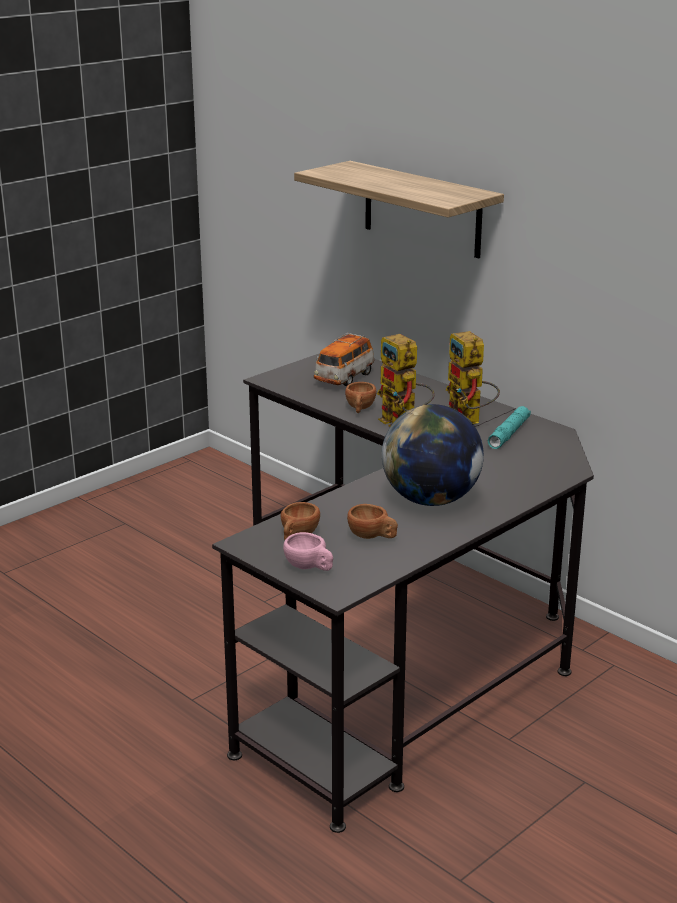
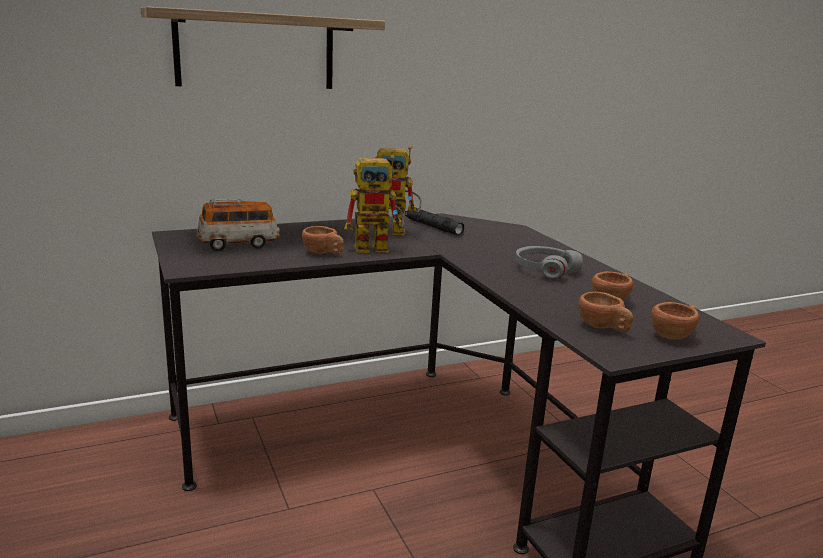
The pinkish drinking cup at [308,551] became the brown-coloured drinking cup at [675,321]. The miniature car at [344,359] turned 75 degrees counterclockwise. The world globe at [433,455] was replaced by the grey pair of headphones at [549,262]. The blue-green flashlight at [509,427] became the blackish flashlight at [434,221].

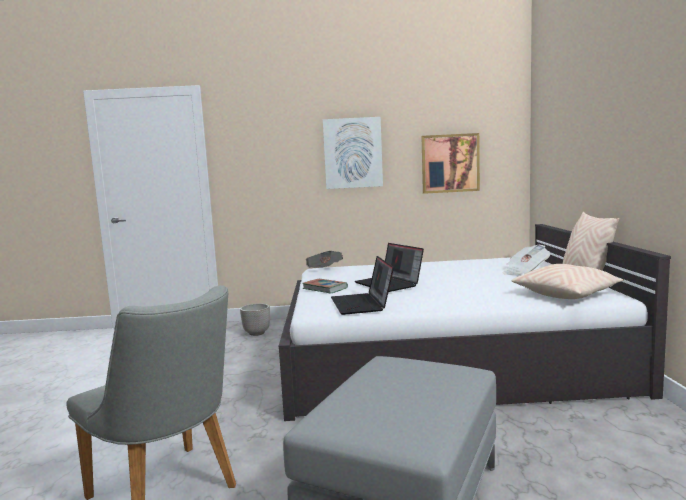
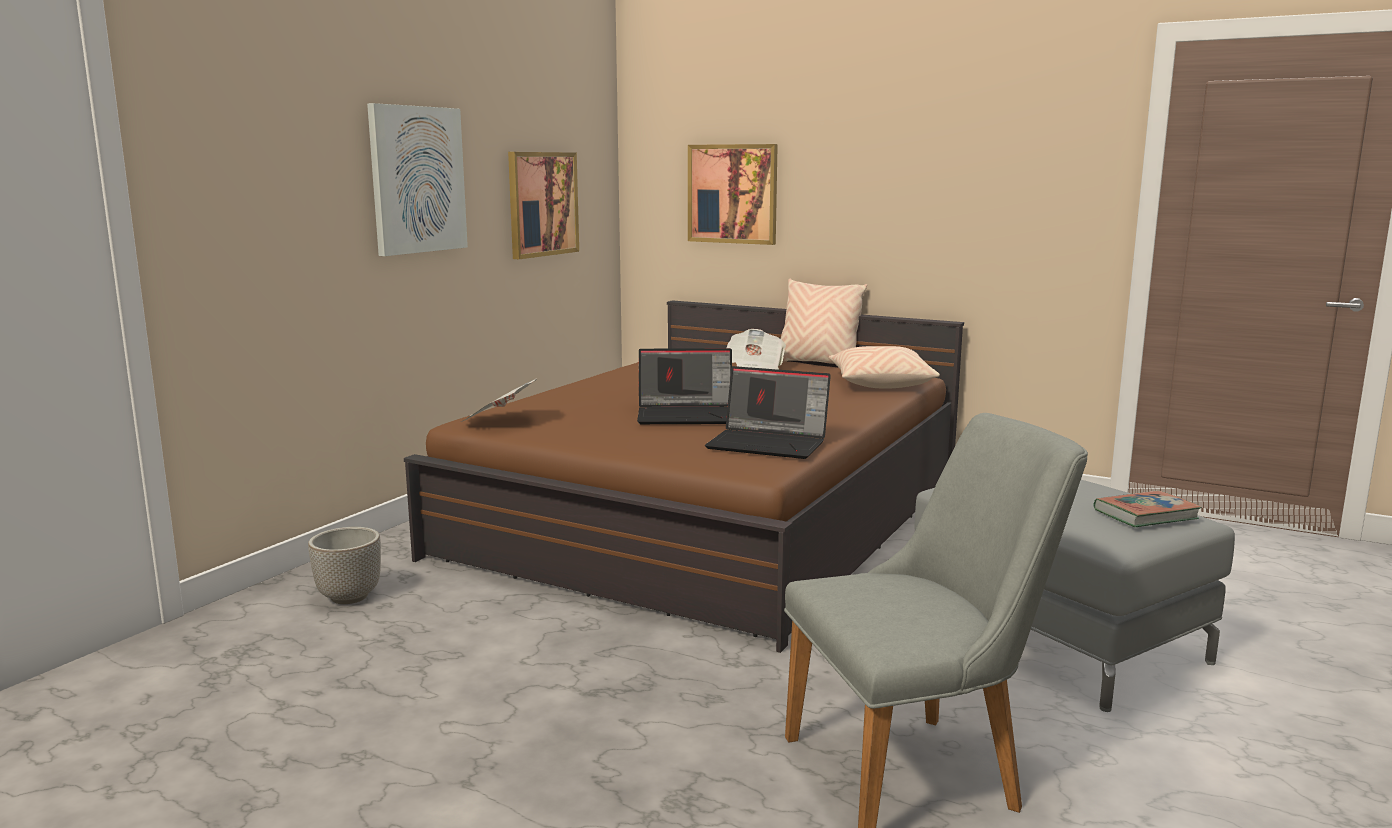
The white bedroom bed at [475,322] became the brown-coloured bedroom bed at [684,476]. The bound book moved from [325,286] to [1147,508]. The picture at [733,194] appeared.

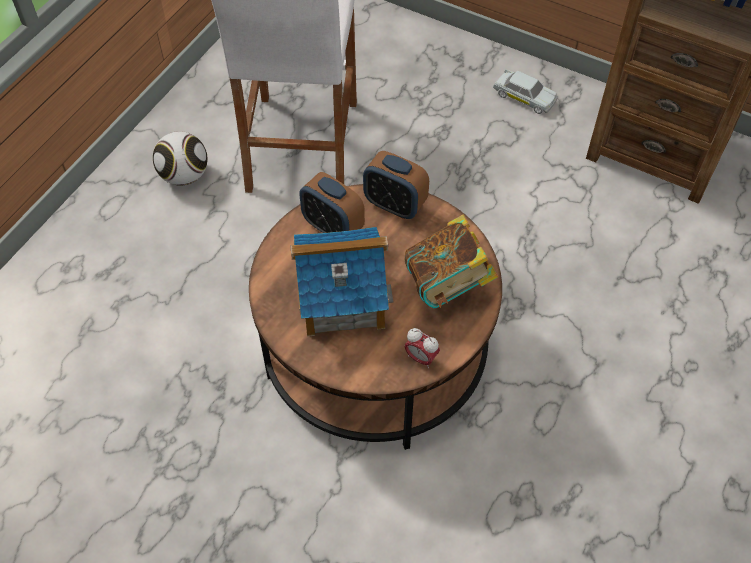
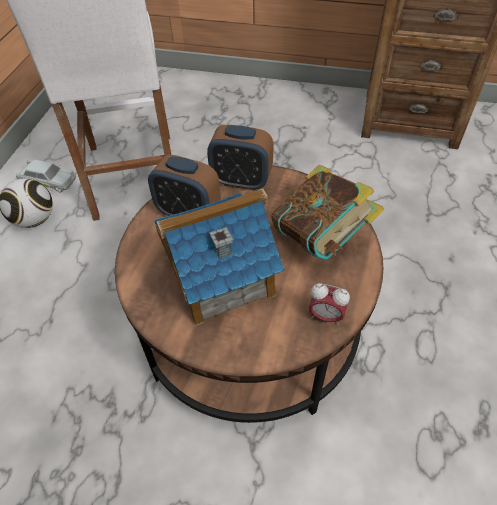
The white miniature car moved from [525,91] to [46,176].

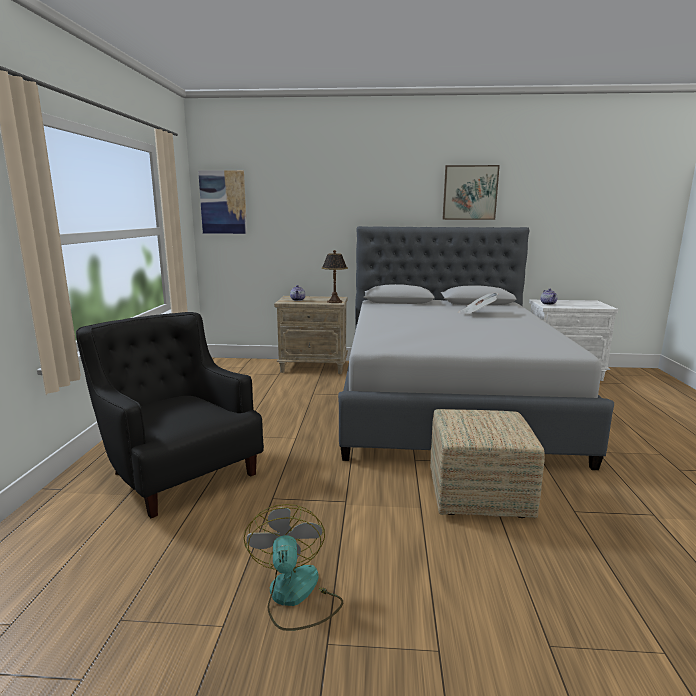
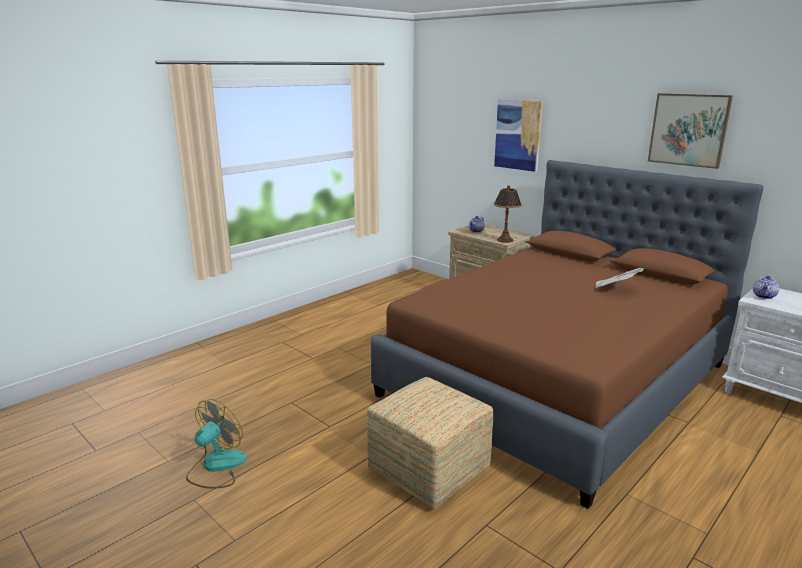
The blackish lounge chair at [170,415] disappeared. The picture moved from [222,202] to [518,135]. The grey bedroom bed at [476,348] became the brown-coloured bedroom bed at [567,334].

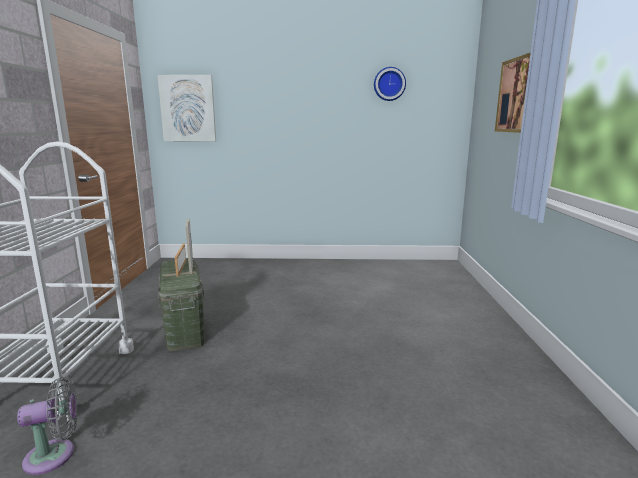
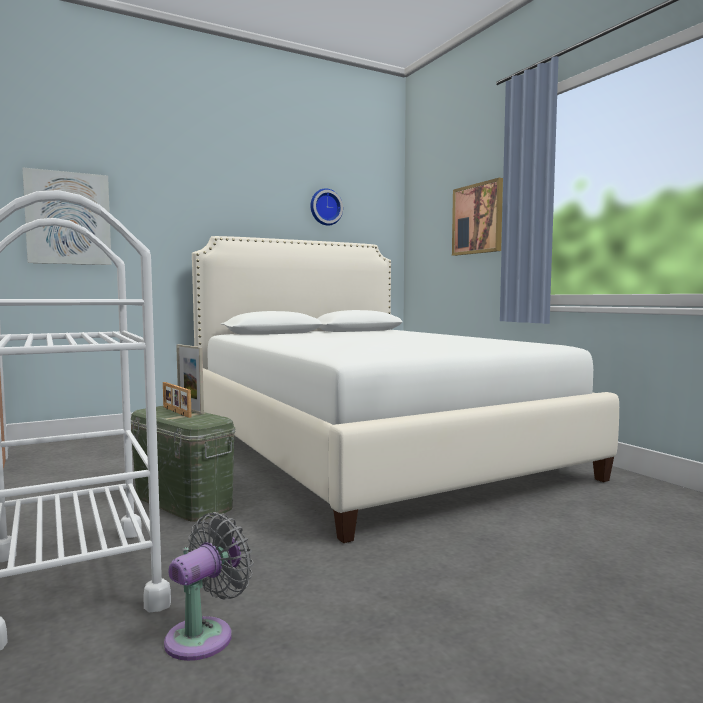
The white bedroom bed at [405,389] appeared.

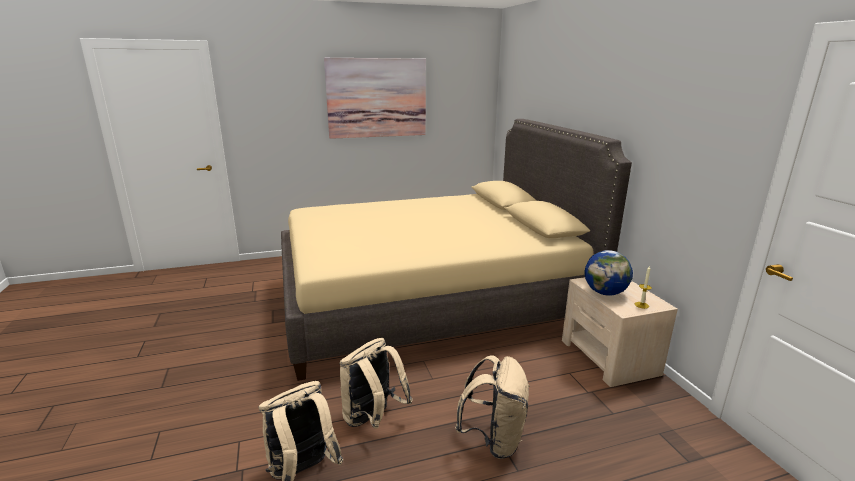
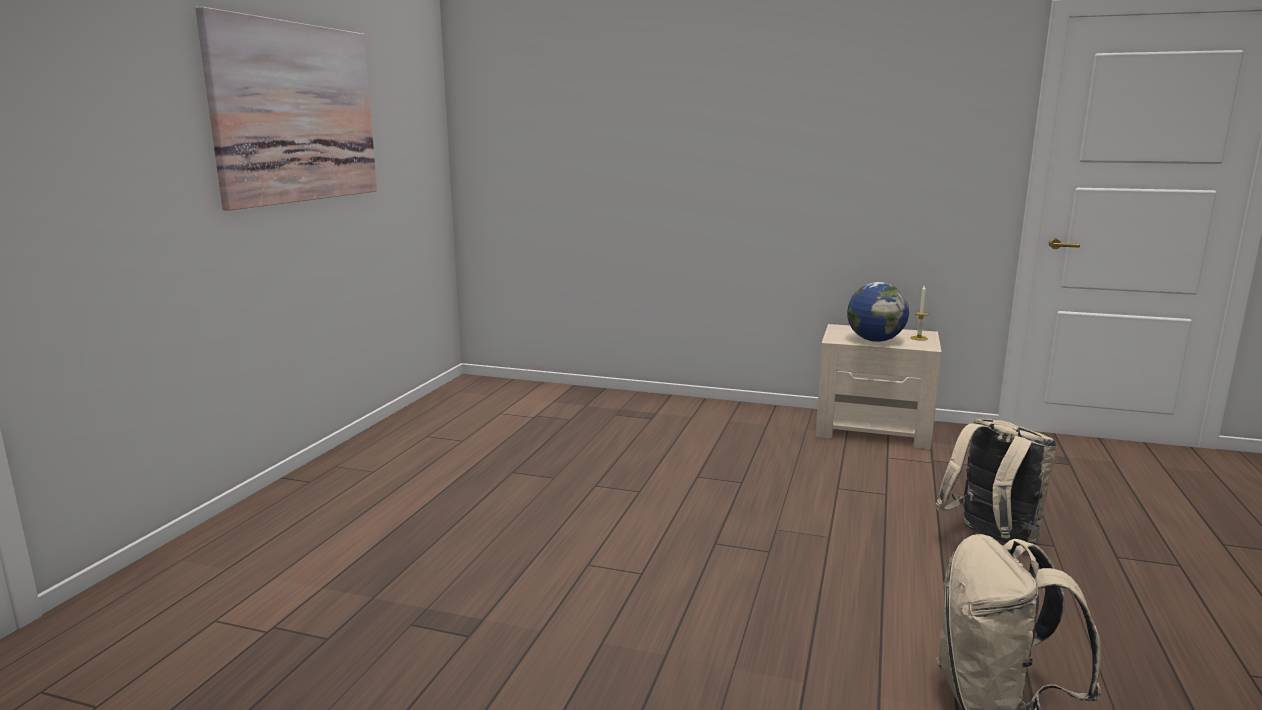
The beige bedroom bed at [456,250] disappeared. The beige rucksack at [376,383] disappeared.

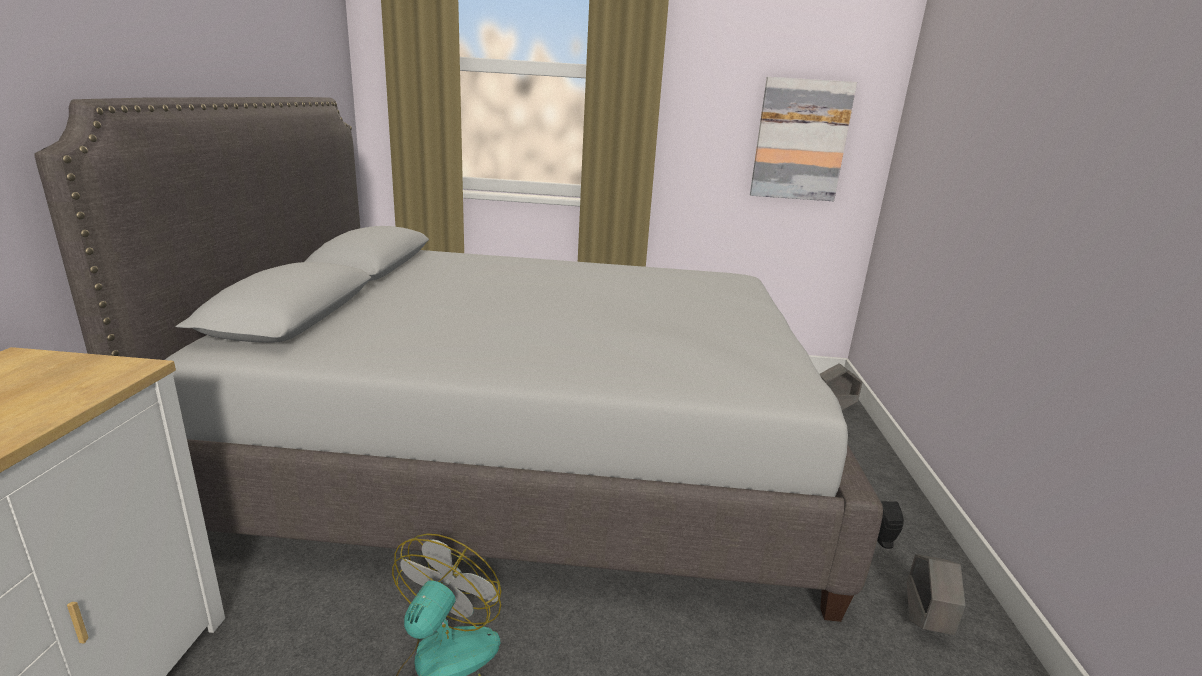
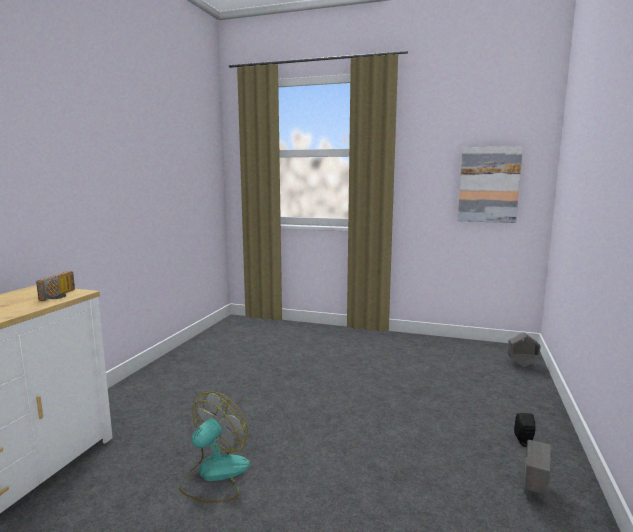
The grey bedroom bed at [458,359] disappeared. The radio at [55,286] appeared.

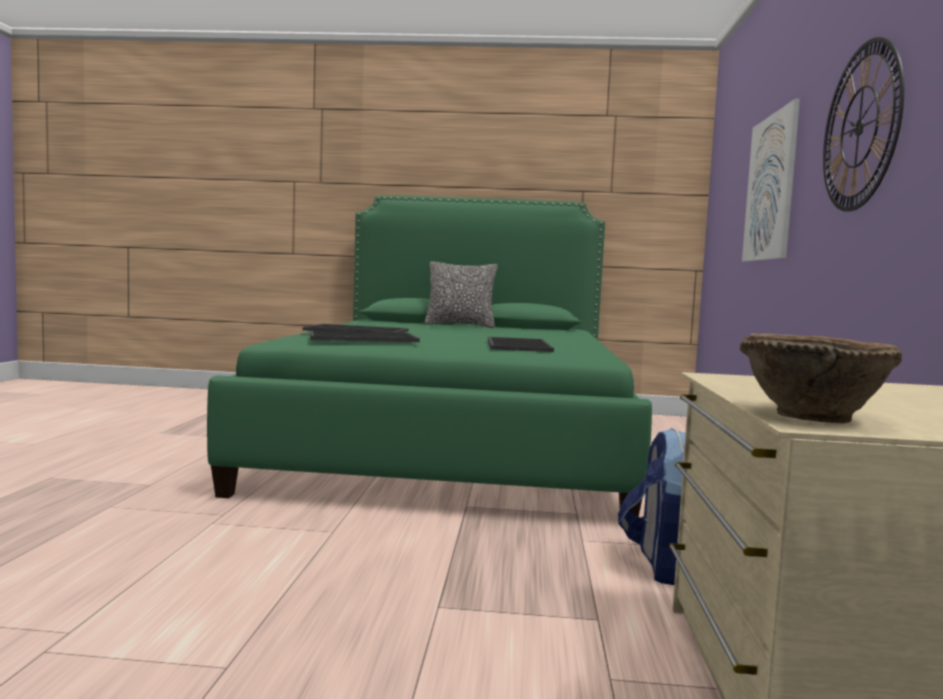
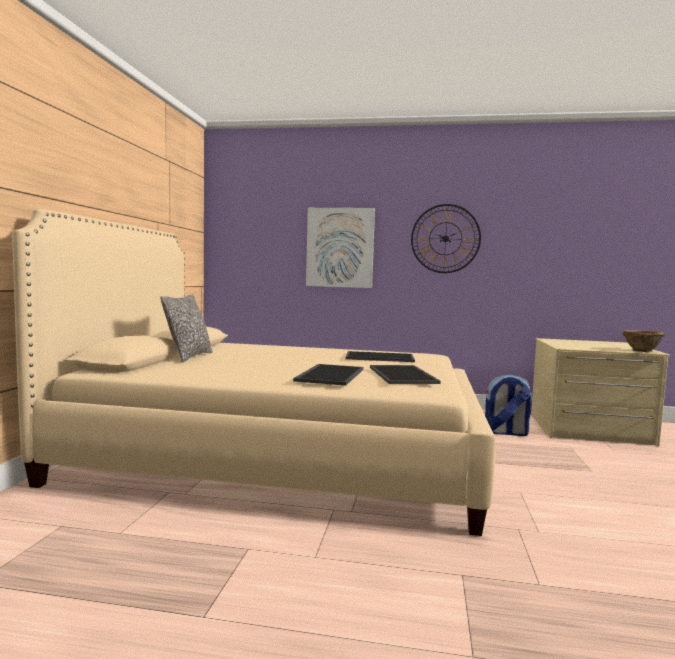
The greenish bedroom bed at [429,356] became the beige bedroom bed at [254,372].

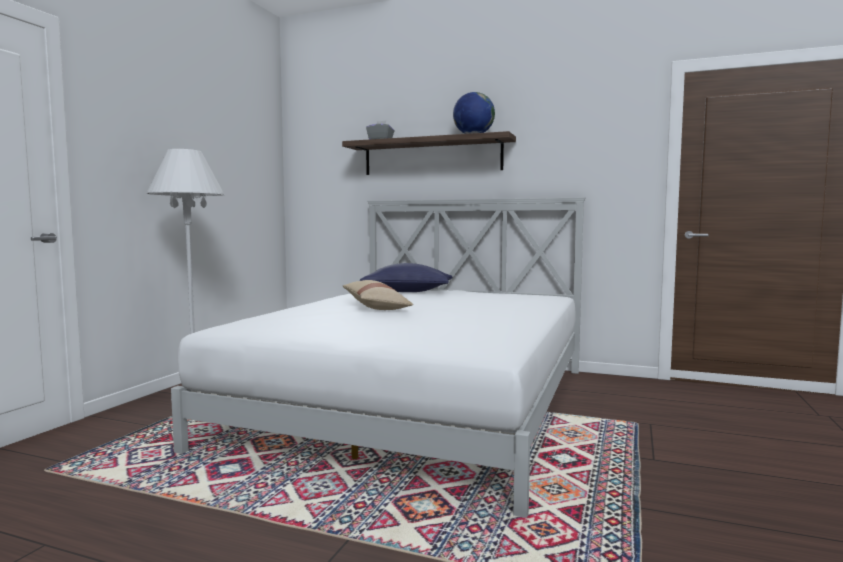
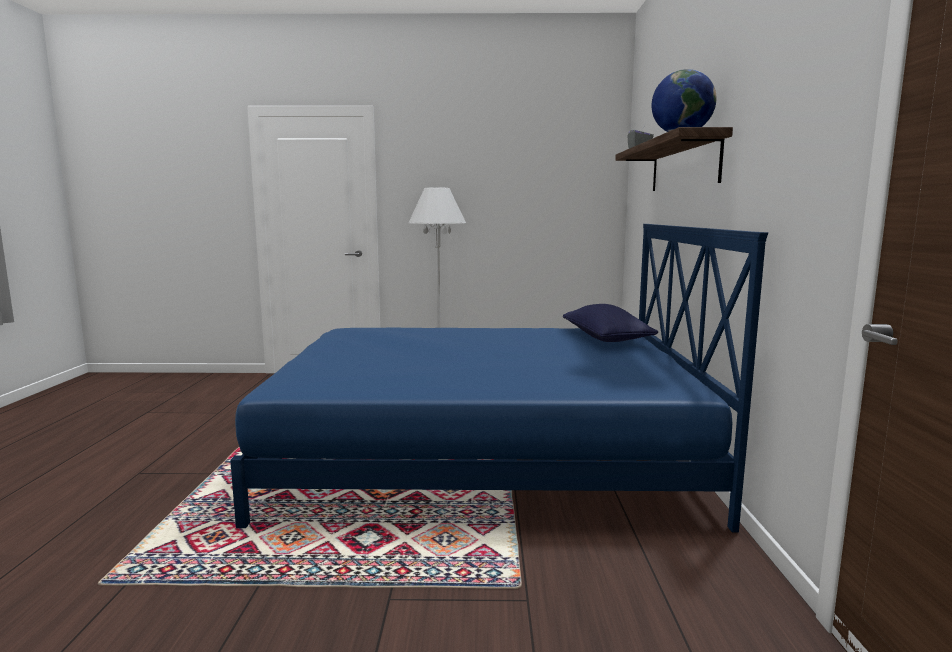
The white bedroom bed at [378,357] became the blue bedroom bed at [499,378]. The beige cushion at [378,295] disappeared.

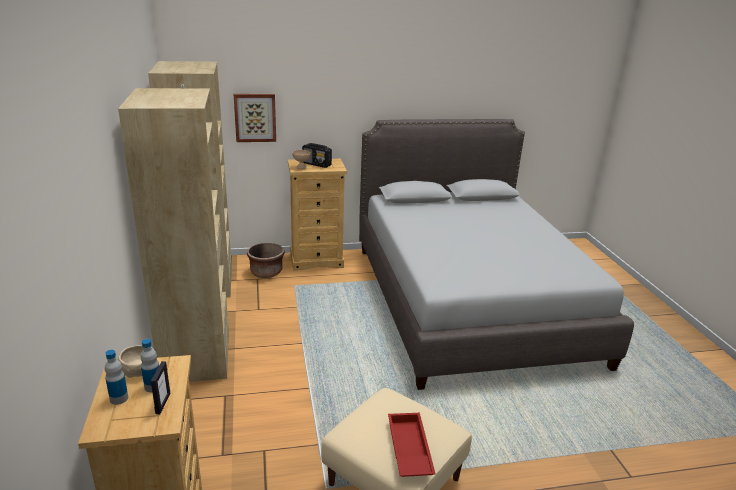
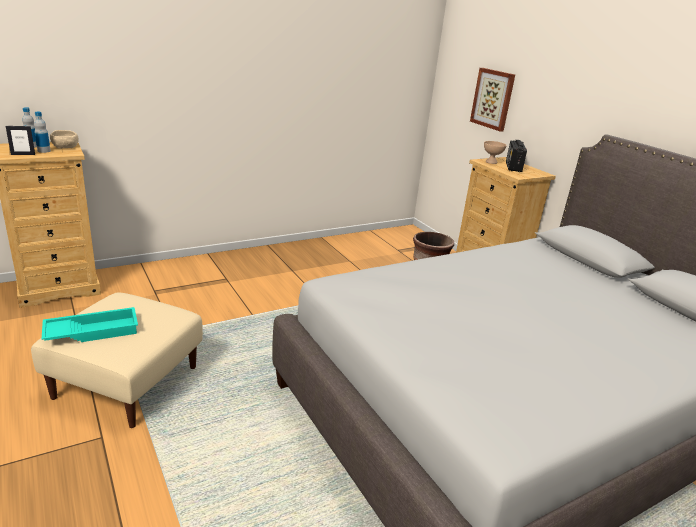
The beige armoire at [175,221] disappeared. The red-coloured tray at [412,445] became the blue-green tray at [90,324].

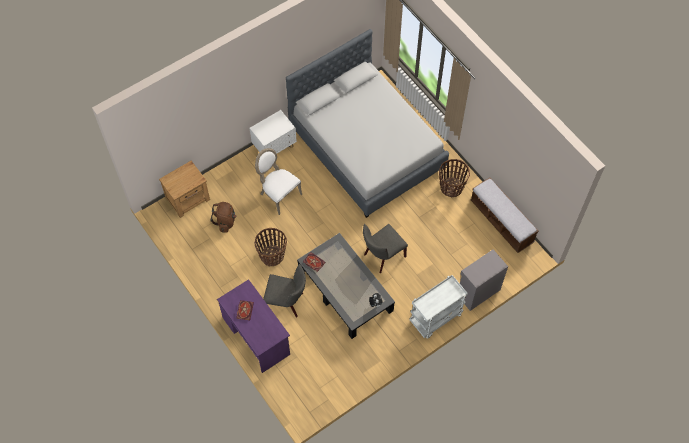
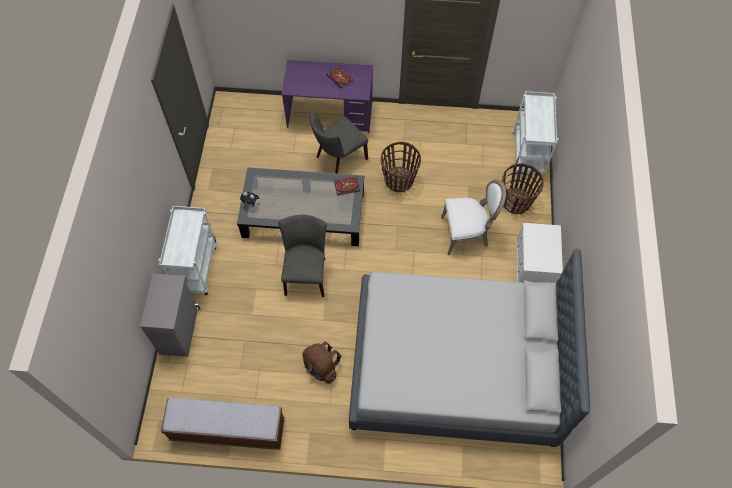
The brown-coloured bedside table at [184,189] was replaced by the white cart at [536,133]. The brown-coloured rucksack moved from [224,217] to [321,362]. The basket moved from [454,178] to [523,188].

